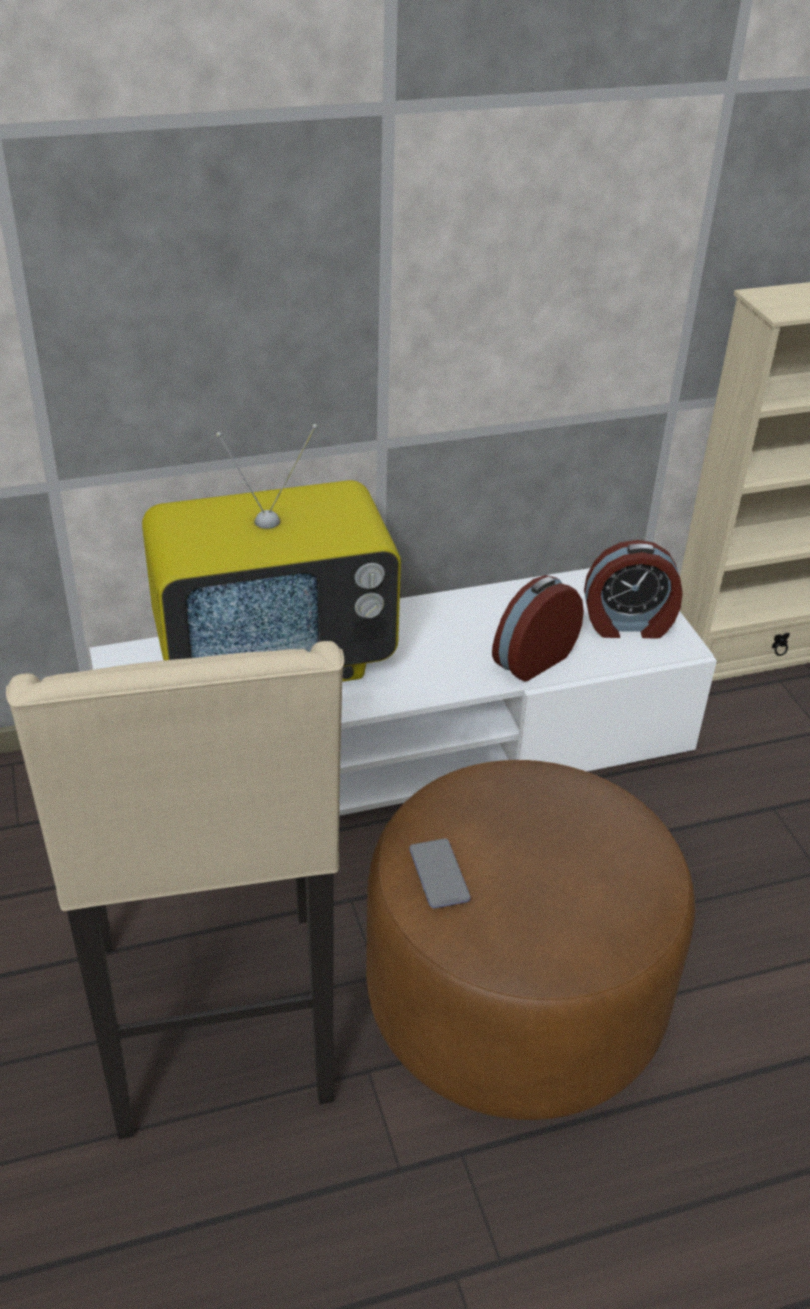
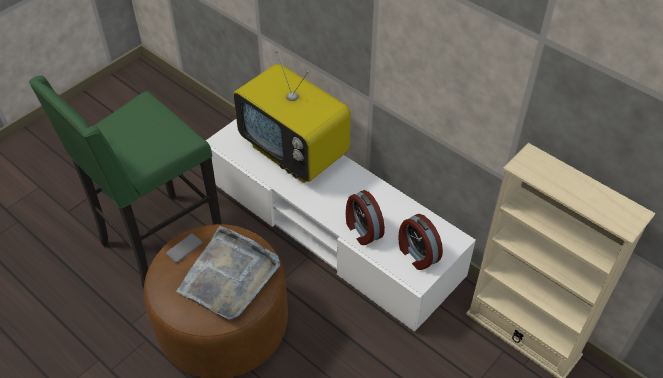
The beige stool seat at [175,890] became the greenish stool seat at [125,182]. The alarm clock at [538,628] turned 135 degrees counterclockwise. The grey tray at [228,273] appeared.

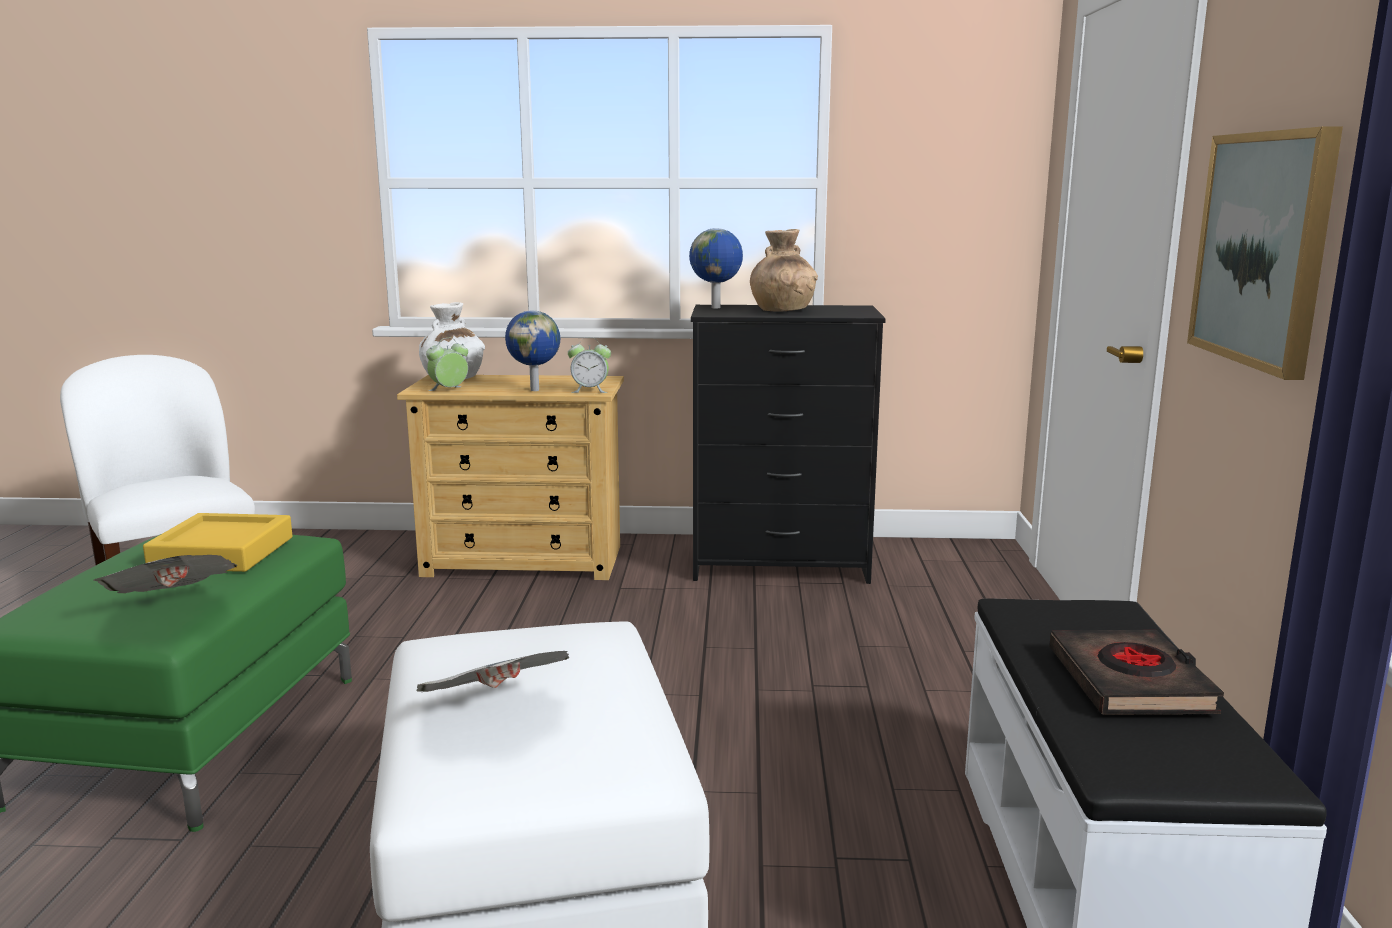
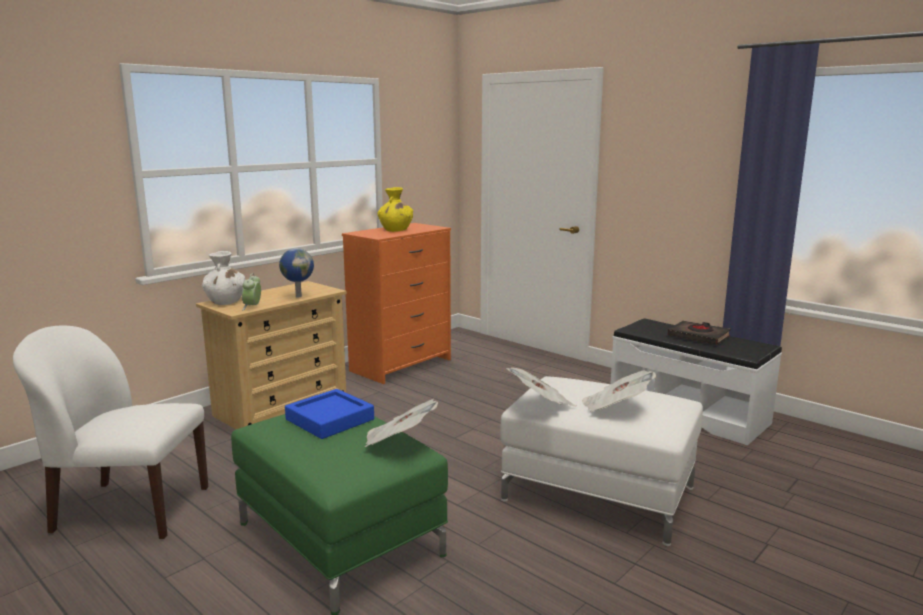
The yellow-coloured tray at [218,542] became the blue tray at [329,414]. The alarm clock at [589,365] disappeared. The world globe at [716,268] disappeared. The blackish chest of drawers at [788,444] became the orange-coloured chest of drawers at [396,303]. The brown-coloured vase at [784,270] became the yellow-coloured vase at [395,209]. The picture at [1265,253] disappeared. The newspaper at [541,386] appeared.

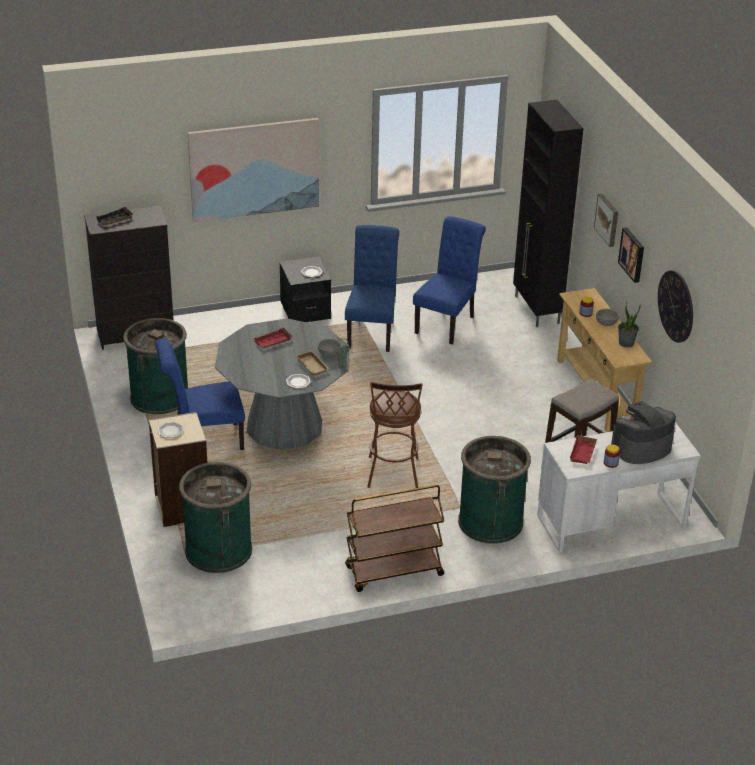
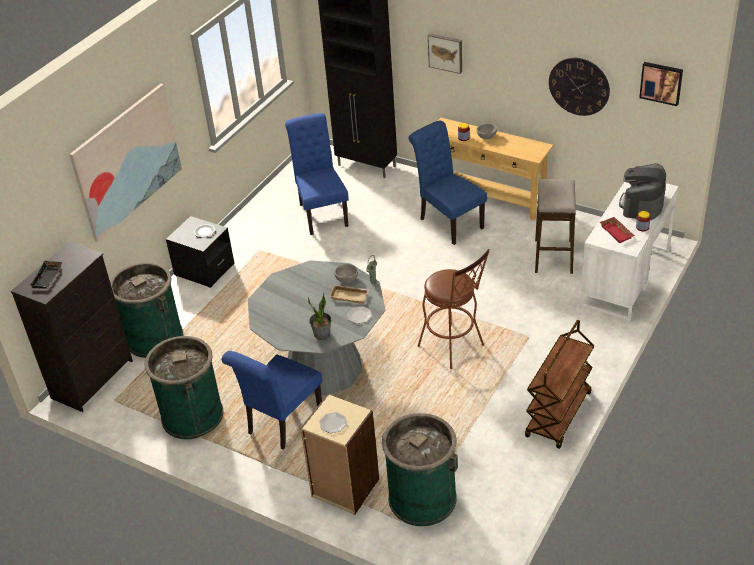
The red-coloured tray at [273,338] disappeared. The blue plain chair moved from [372,288] to [448,183]. The greenish trash can moved from [494,490] to [146,310]. The picture moved from [631,255] to [661,84]. The houseplant moved from [629,324] to [320,316].

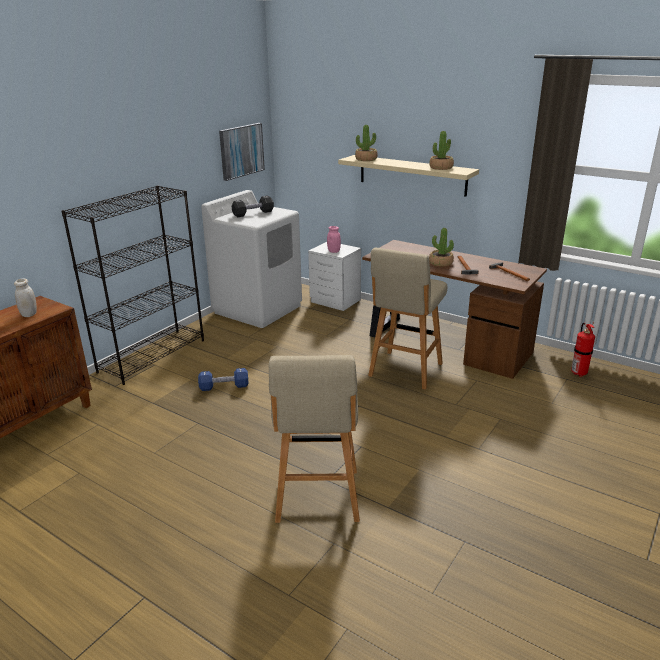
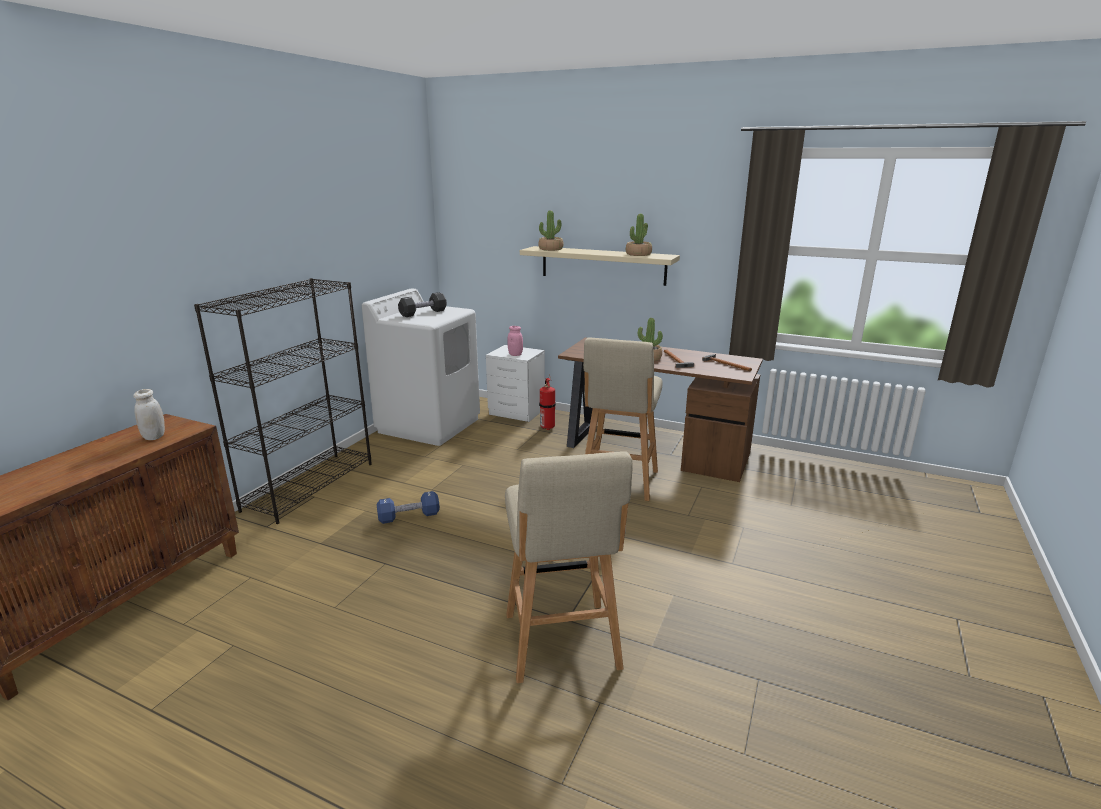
The picture at [242,152] disappeared. The fire extinguisher moved from [583,350] to [547,402].

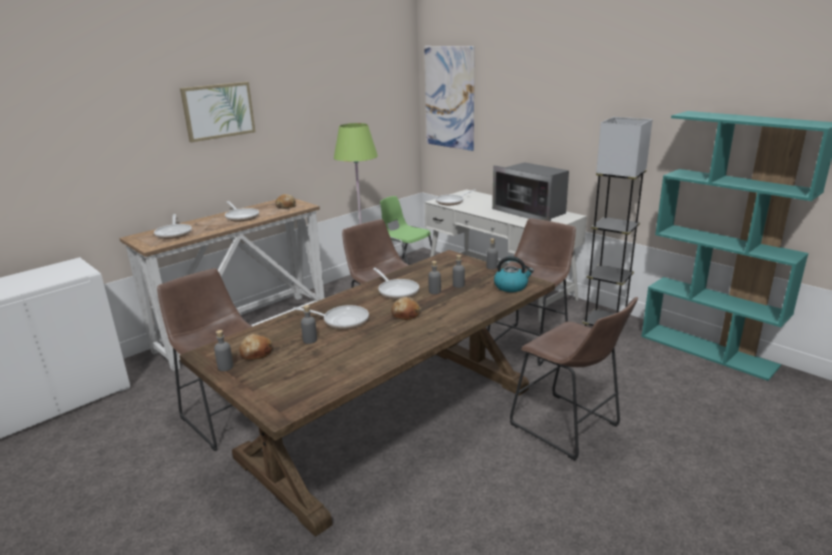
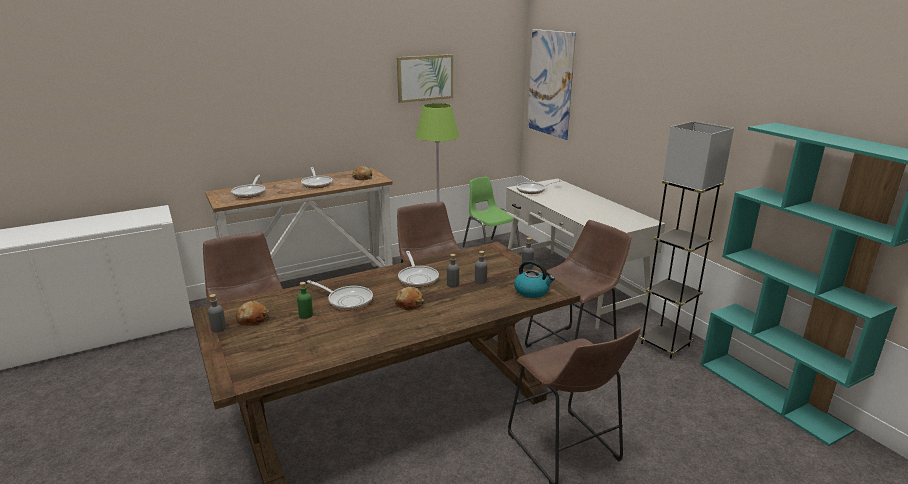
The picture moved from [218,112] to [425,78]. The grey bottle at [309,324] became the greenish bottle at [305,300]. The microwave oven at [530,191] disappeared.

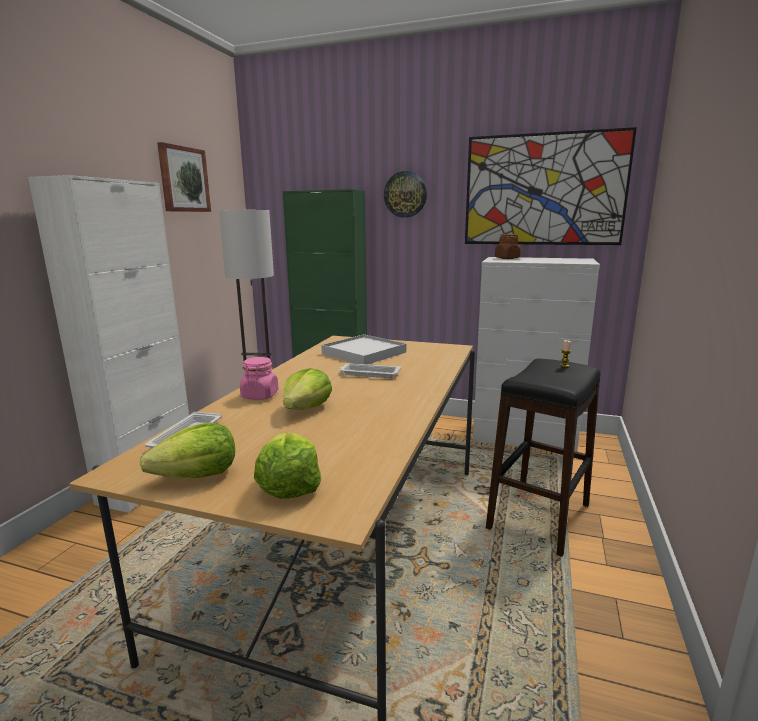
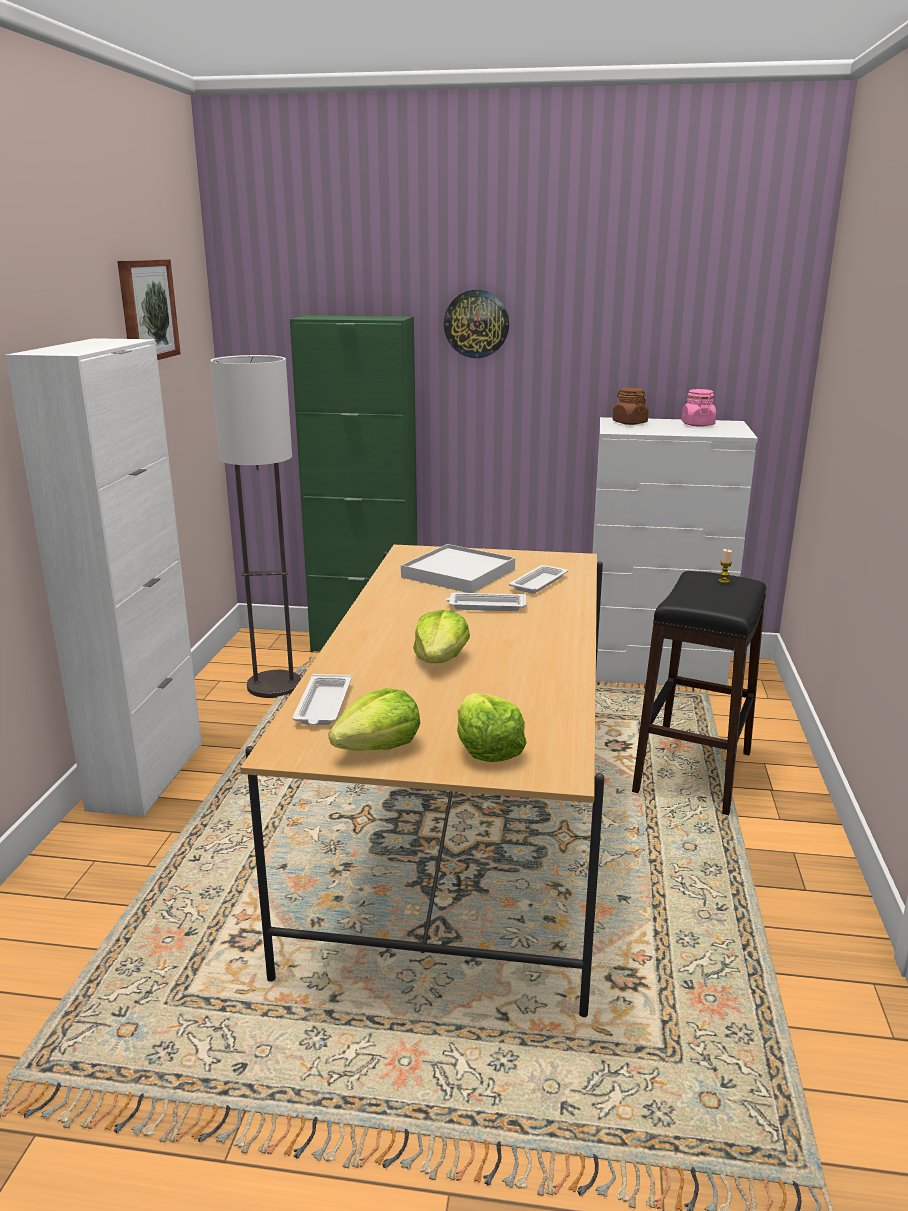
The pinkish jar moved from [259,378] to [698,408]. The picture at [551,186] disappeared. The white tray at [538,579] appeared.

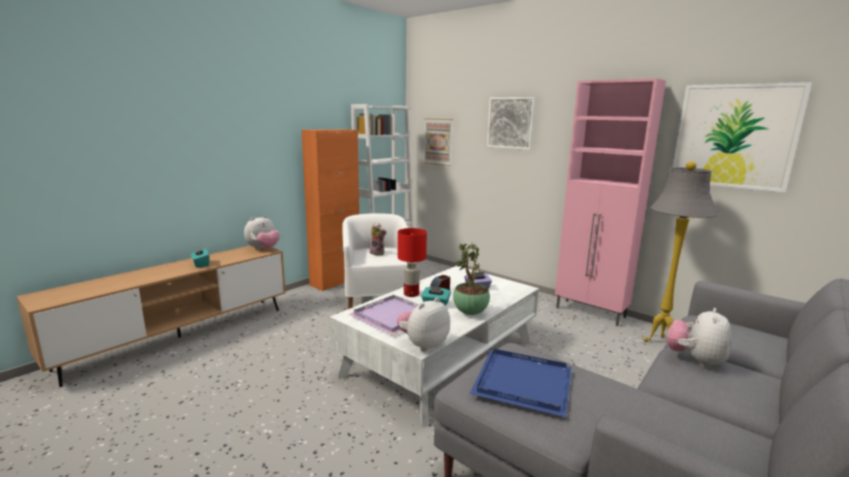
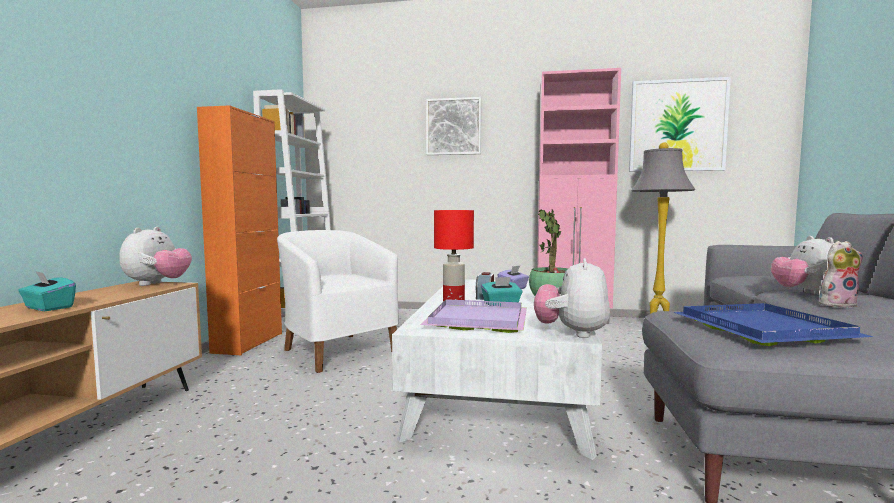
The plush toy moved from [377,239] to [841,274]. The picture at [438,142] disappeared.

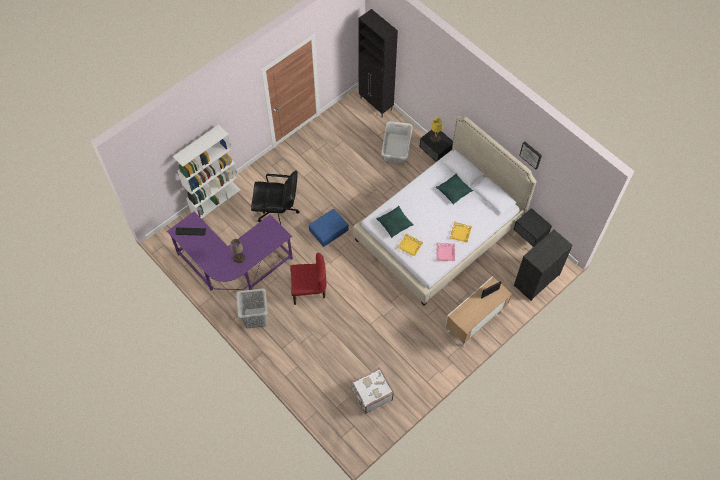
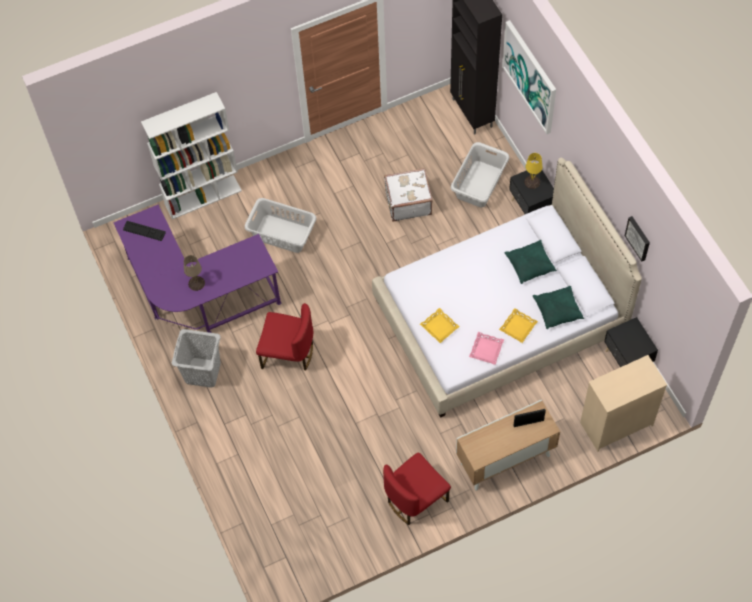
The blackish office chair at [275,197] was replaced by the grey washing basket at [281,225]. The blue piece of luggage at [329,228] disappeared. The white piece of luggage moved from [372,391] to [408,195]. The greenish cushion moved from [394,222] to [558,307]. The blackish chest of drawers at [543,265] became the beige chest of drawers at [623,403]. The red-coloured plain chair at [417,488] appeared. The picture at [529,77] appeared.

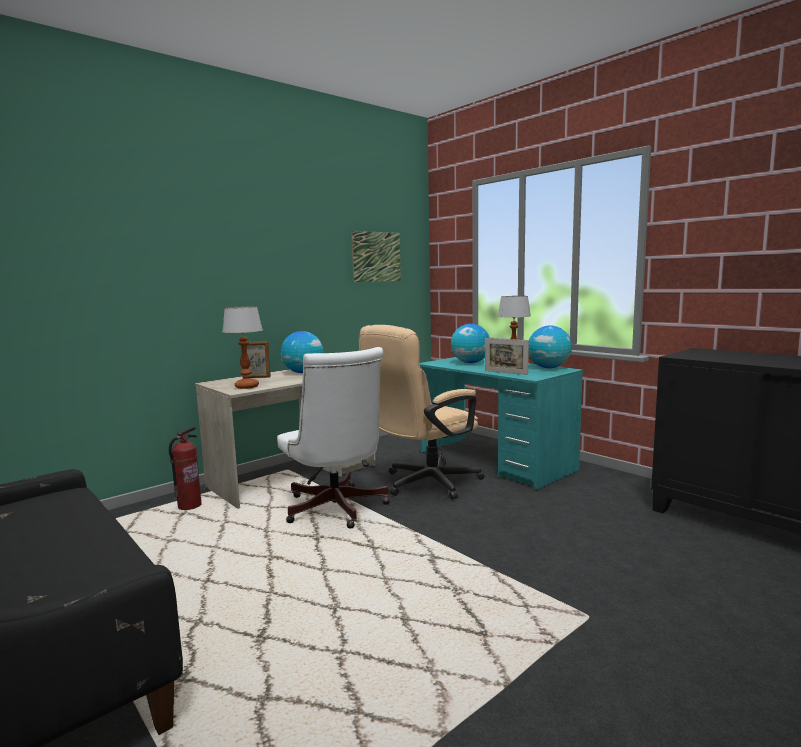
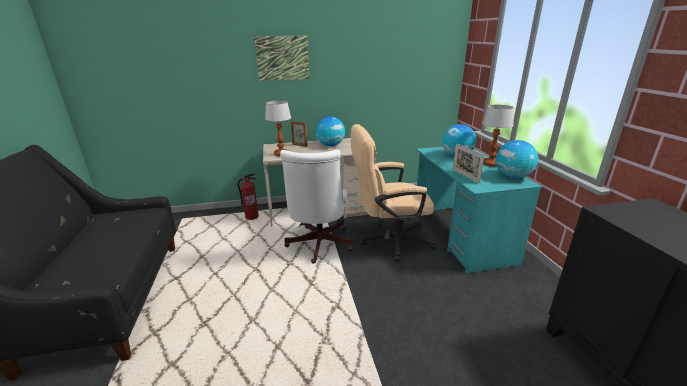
The picture moved from [376,256] to [282,58].

